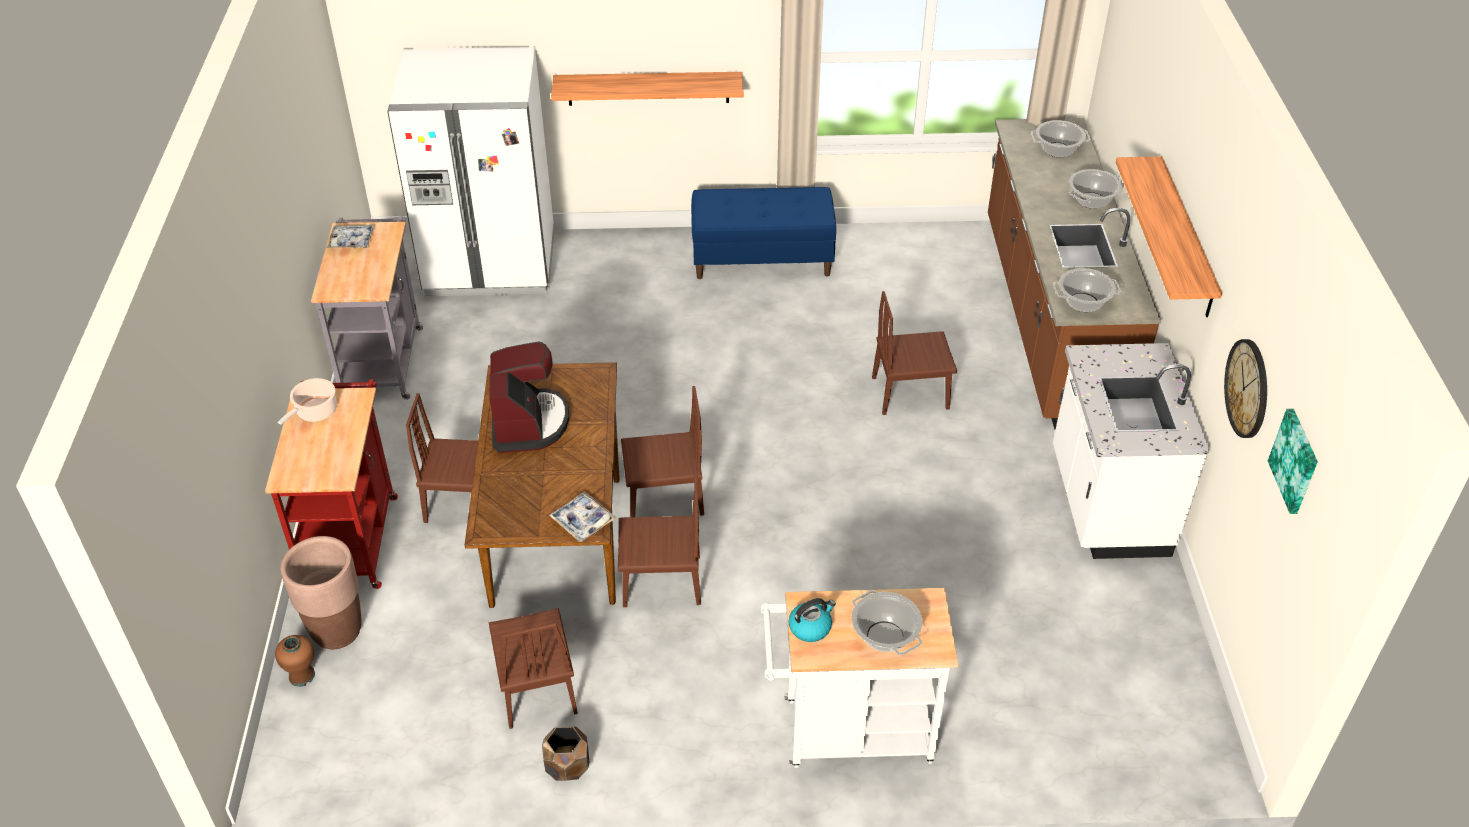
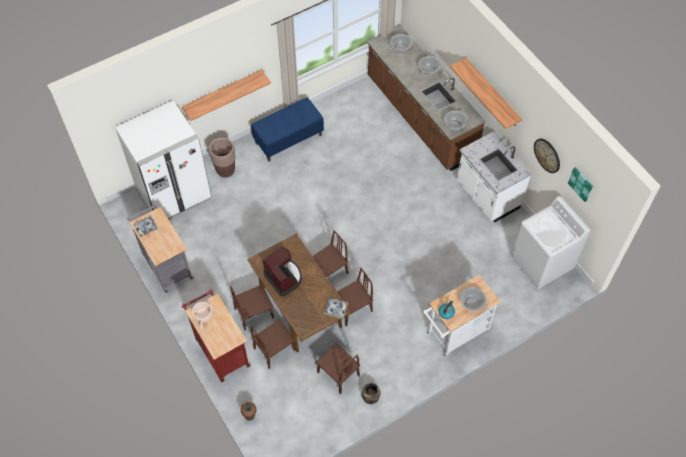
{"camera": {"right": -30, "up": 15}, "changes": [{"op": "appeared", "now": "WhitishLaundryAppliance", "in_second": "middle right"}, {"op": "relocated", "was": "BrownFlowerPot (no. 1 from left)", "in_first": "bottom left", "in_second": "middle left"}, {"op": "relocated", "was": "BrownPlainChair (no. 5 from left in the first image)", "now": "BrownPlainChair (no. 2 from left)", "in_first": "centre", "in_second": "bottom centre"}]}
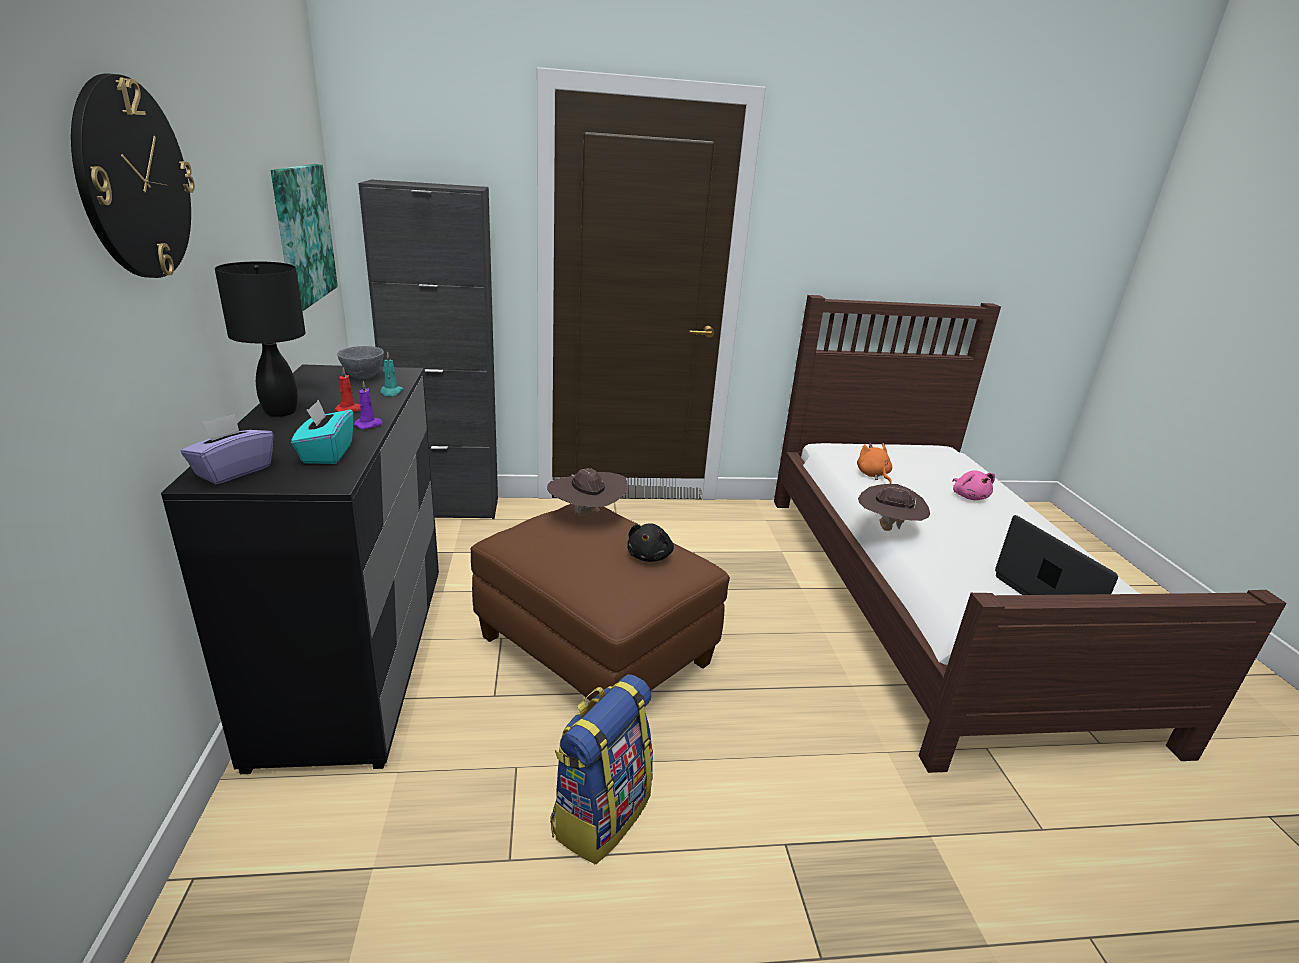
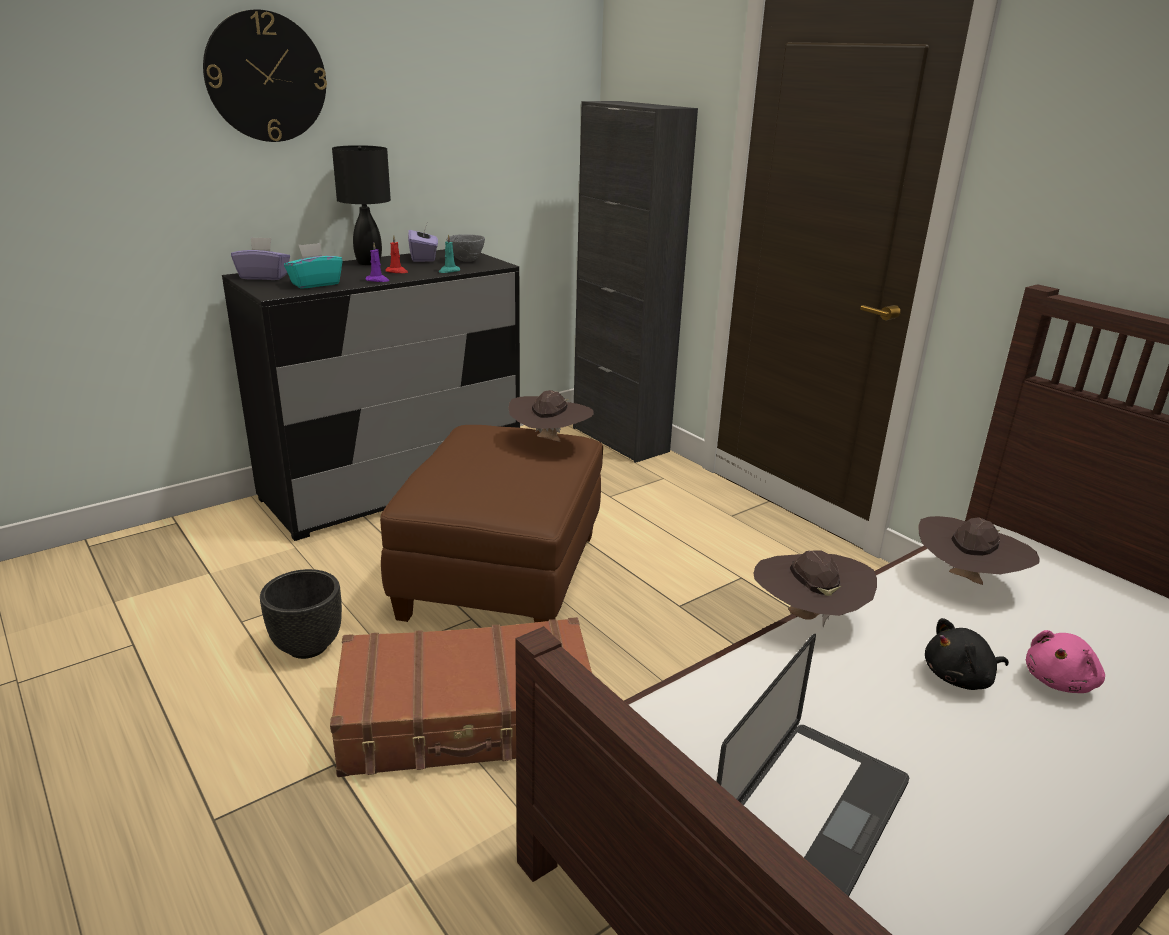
{"camera": {"right": 60, "up": 0}, "changes": [{"op": "missing", "was": "Picture", "in_first": "top left"}, {"op": "appeared", "now": "BrownSuitcase", "in_second": "bottom centre"}, {"op": "appeared", "now": "PurplishTissueHolder (no. 2 from left)", "in_second": "top centre"}, {"op": "relocated", "was": "BlackColouredSoftToy", "in_first": "centre", "in_second": "bottom right"}, {"op": "exchanged", "was": "Rucksack", "now": "BlackColouredFlowerPot", "in_first": "bottom centre", "in_second": "middle left"}, {"op": "exchanged", "was": "OrangeySoftToy", "now": "BrownWearableHat (no. 3 from left)", "in_first": "middle right", "in_second": "middle right"}]}
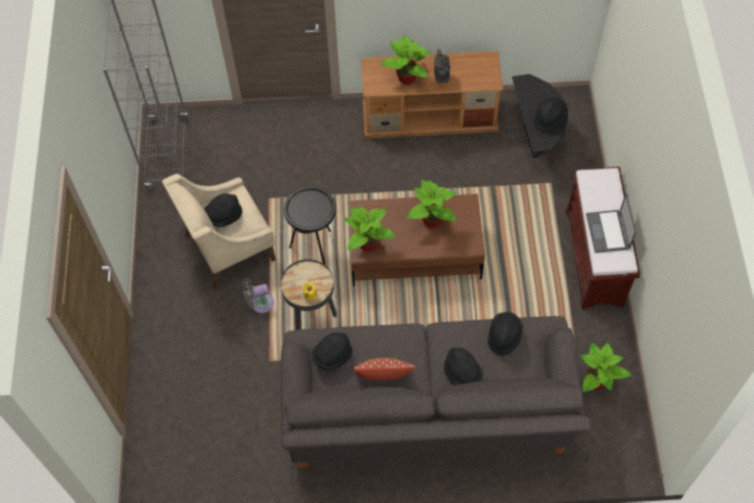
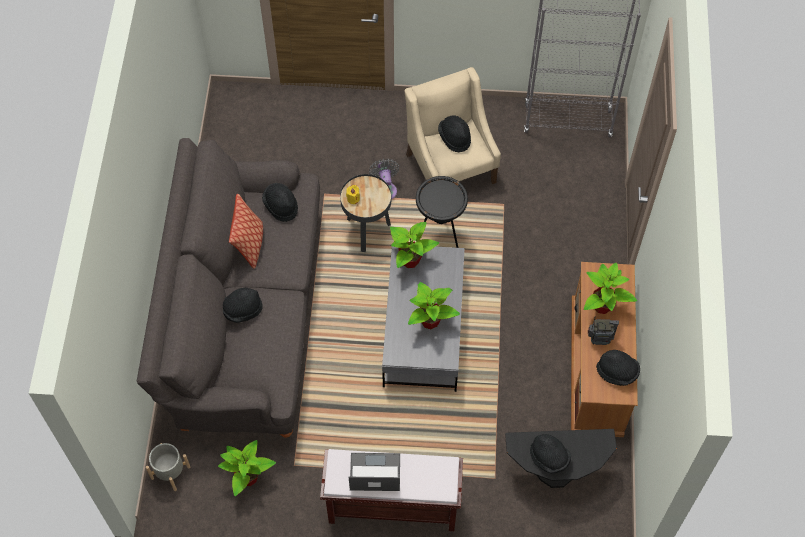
{"camera": {"right": 95, "up": 0}, "changes": [{"op": "appeared", "now": "GrayFlowerPot", "in_second": "bottom left"}, {"op": "relocated", "was": "BlackColouredWearableHat (no. 4 from left in the first image)", "now": "BlackColouredWearableHat (no. 5 from left)", "in_first": "middle right", "in_second": "bottom right"}, {"op": "colour", "was": "BrownLoungeTable", "now": "GrayLoungeTable", "in_first": "centre", "in_second": "centre"}]}
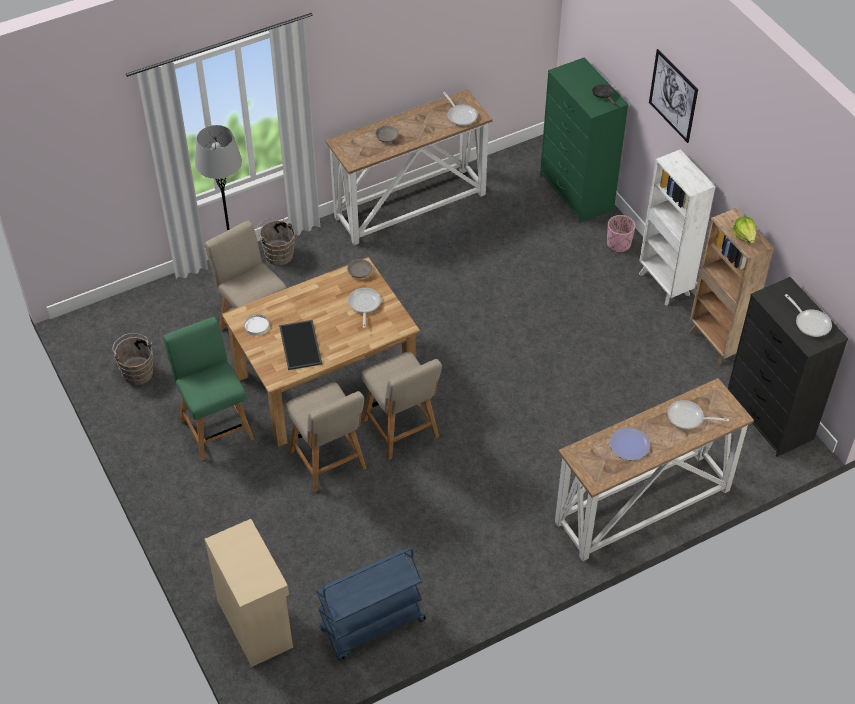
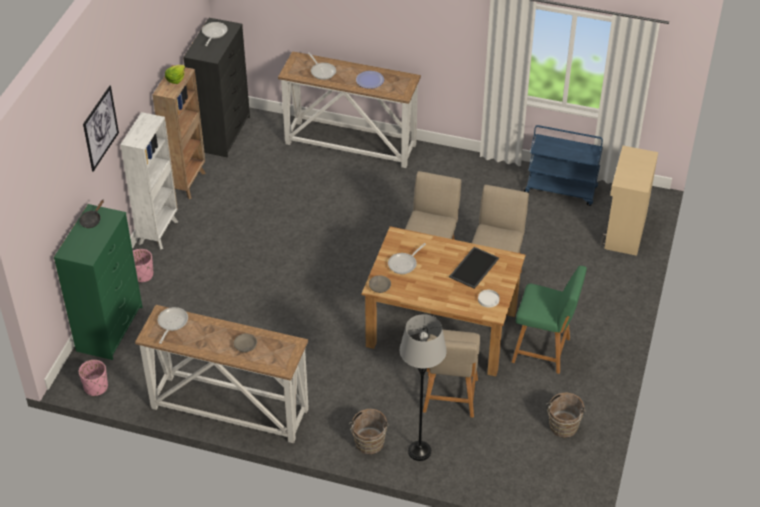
{"camera": {"right": -135, "up": -5}, "changes": [{"op": "appeared", "now": "PinkishFlowerPot (no. 1 from left)", "in_second": "bottom left"}, {"op": "spun", "was": "GreenishPlainChair", "in_first": "middle left", "in_second": "middle right", "clockwise": -90}]}
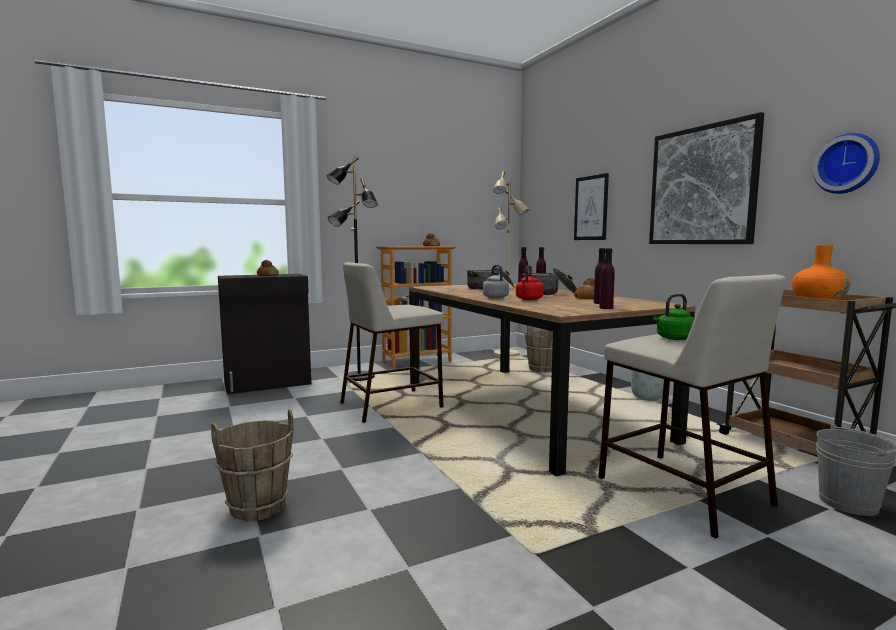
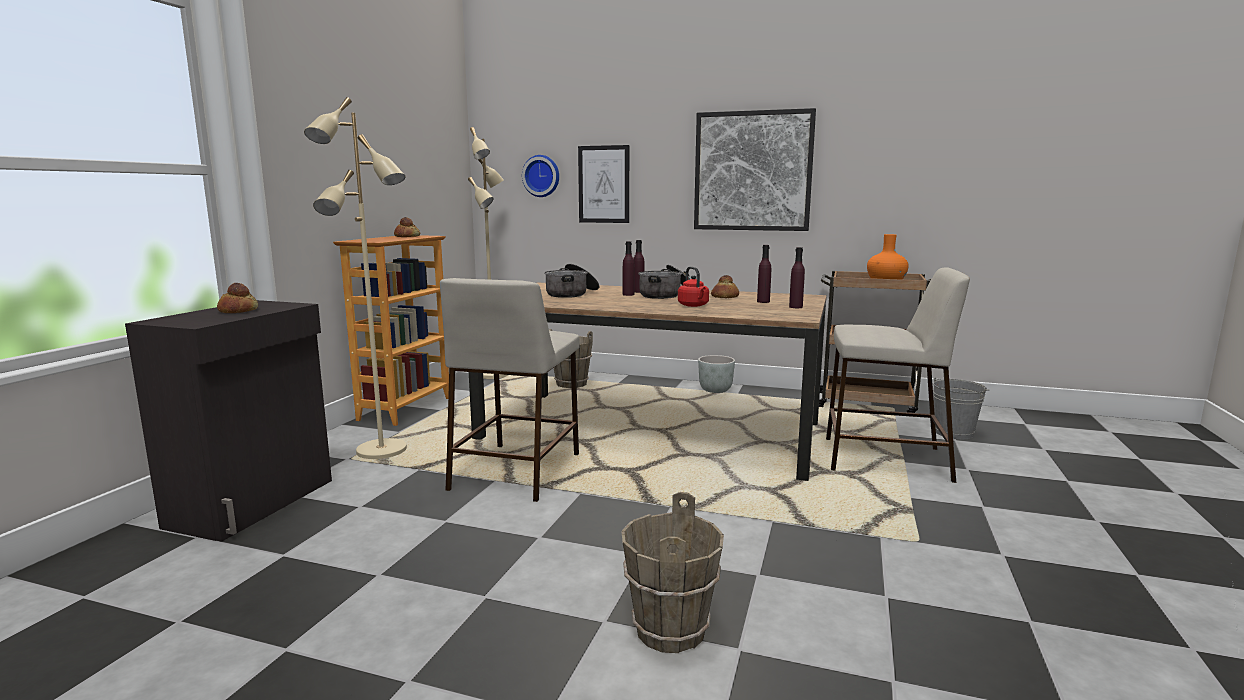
{"camera": {"right": -45, "up": 5}, "changes": [{"op": "missing", "was": "GrayKettle", "in_first": "centre"}, {"op": "missing", "was": "GreenishKettle", "in_first": "middle right"}, {"op": "relocated", "was": "ClockOnTheWall", "in_first": "top right", "in_second": "top centre"}, {"op": "colour", "was": "BlackColouredStandingLamp", "now": "SandColouredStandingLamp (no. 1 from left)", "in_first": "centre", "in_second": "middle left"}]}
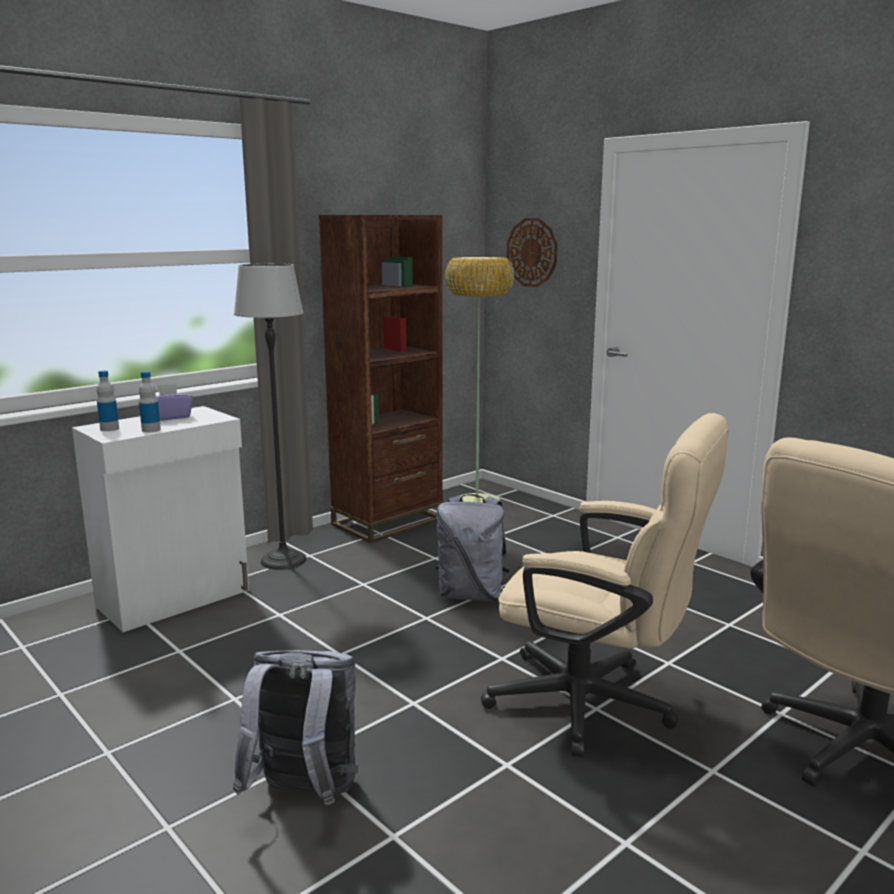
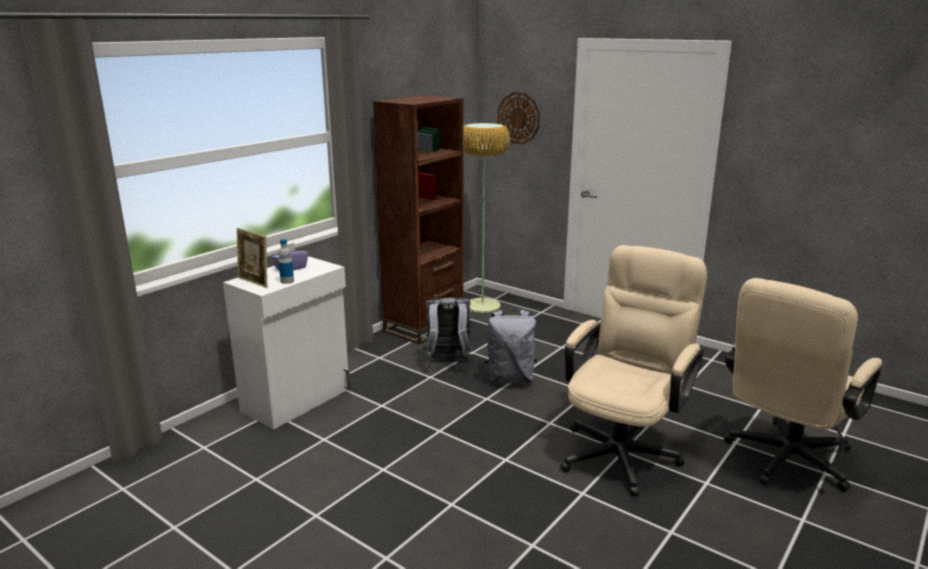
{"camera": {"right": -10, "up": 5}, "changes": [{"op": "missing", "was": "StandingLamp (no. 1 from left)", "in_first": "middle left"}, {"op": "relocated", "was": "GrayRucksack (no. 1 from left)", "in_first": "bottom left", "in_second": "centre"}, {"op": "exchanged", "was": "DrinkBottle (no. 1 from left)", "now": "PictureFrame", "in_first": "middle left", "in_second": "middle left"}, {"op": "spun", "was": "SandColouredComputerChair (no. 1 from left)", "in_first": "middle right", "in_second": "middle right", "clockwise": -75}]}
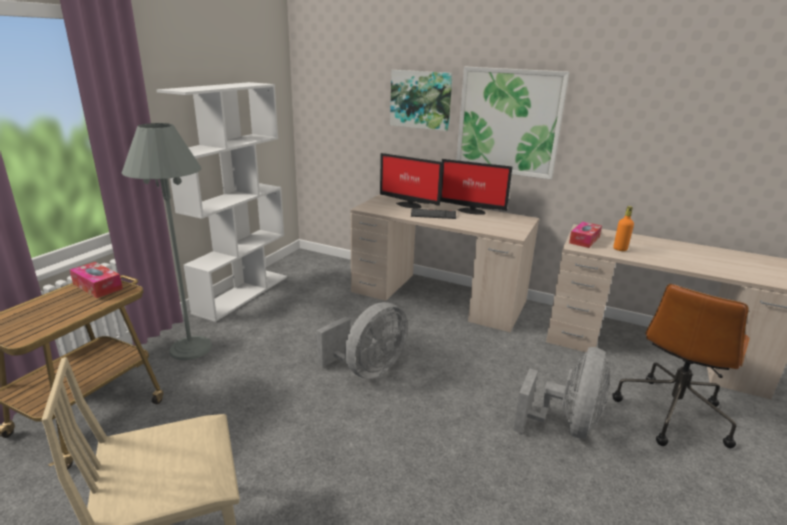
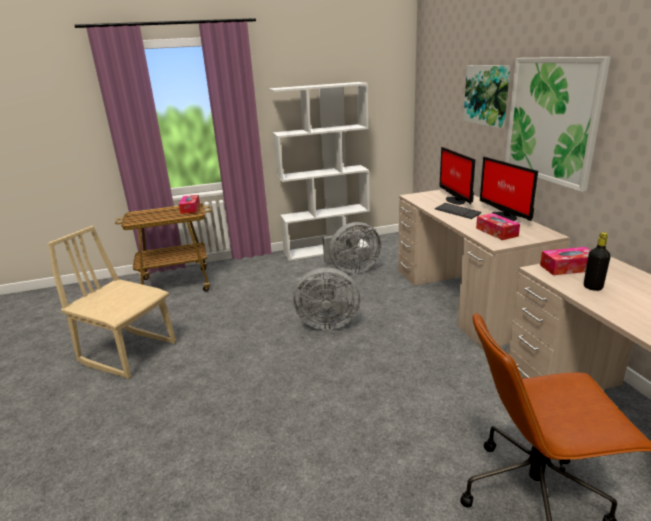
{"camera": {"right": 50, "up": 0}, "changes": [{"op": "missing", "was": "GrayStandingLamp", "in_first": "middle left"}, {"op": "appeared", "now": "TissueHolder (no. 2 from left)", "in_second": "middle right"}, {"op": "relocated", "was": "GrayCoolingFan (no. 2 from left)", "in_first": "bottom right", "in_second": "centre"}, {"op": "colour", "was": "OrangeyDrinkBottle", "now": "BlackColouredDrinkBottle", "in_first": "middle right", "in_second": "middle right"}]}
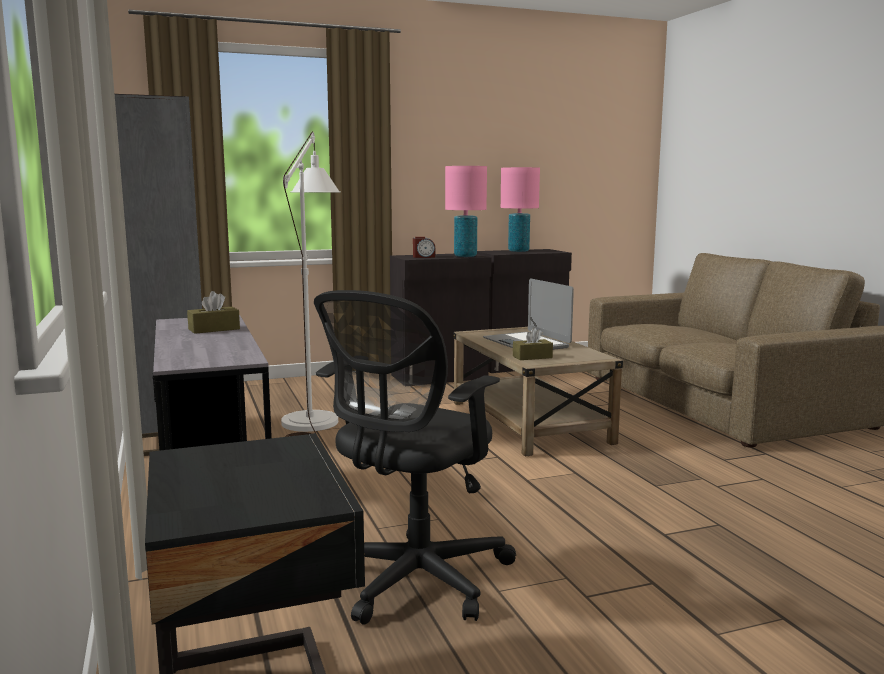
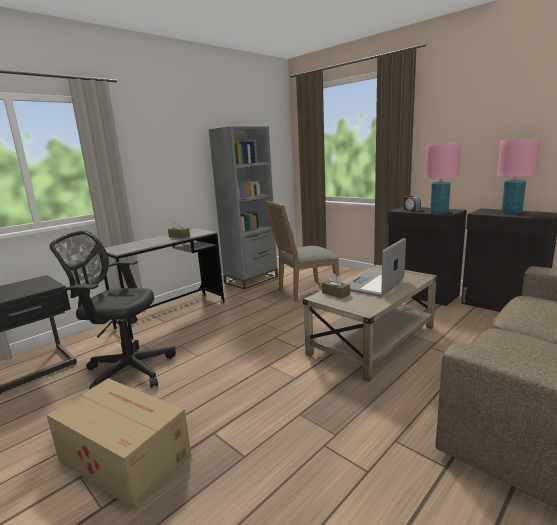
{"camera": {"right": 65, "up": 5}, "changes": [{"op": "appeared", "now": "PackingBox", "in_second": "bottom left"}, {"op": "exchanged", "was": "WhitishStandingLamp", "now": "GrayPlainChair", "in_first": "centre", "in_second": "centre"}]}
